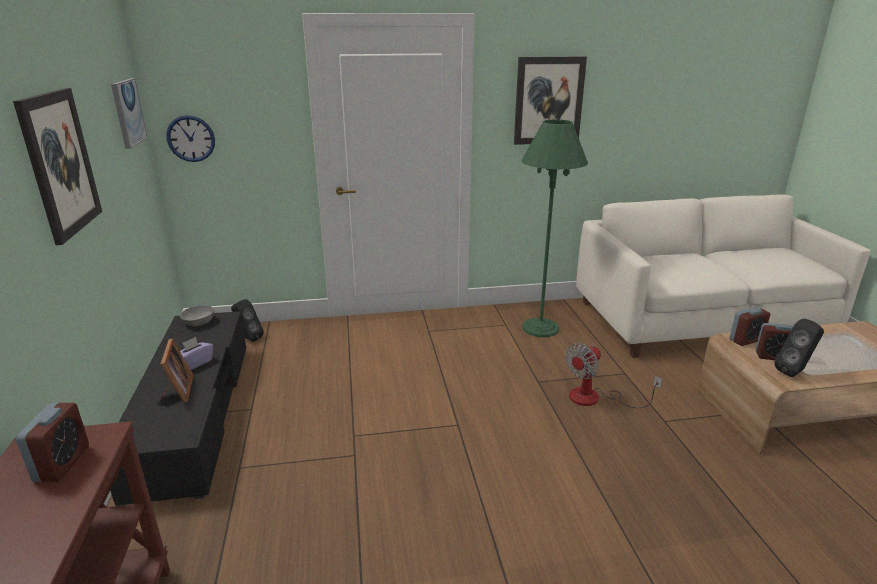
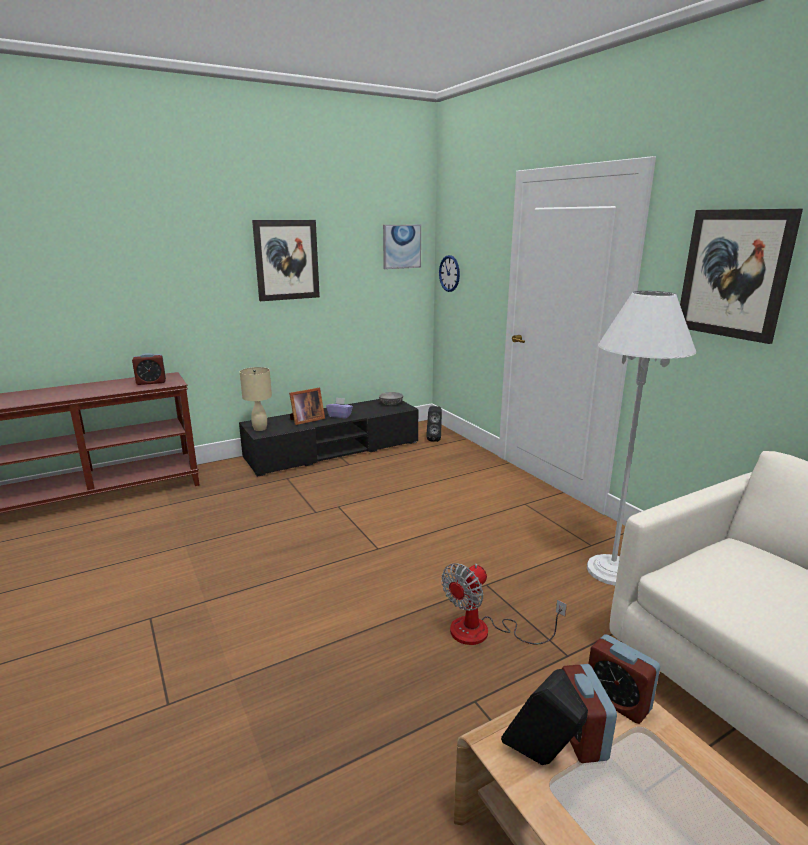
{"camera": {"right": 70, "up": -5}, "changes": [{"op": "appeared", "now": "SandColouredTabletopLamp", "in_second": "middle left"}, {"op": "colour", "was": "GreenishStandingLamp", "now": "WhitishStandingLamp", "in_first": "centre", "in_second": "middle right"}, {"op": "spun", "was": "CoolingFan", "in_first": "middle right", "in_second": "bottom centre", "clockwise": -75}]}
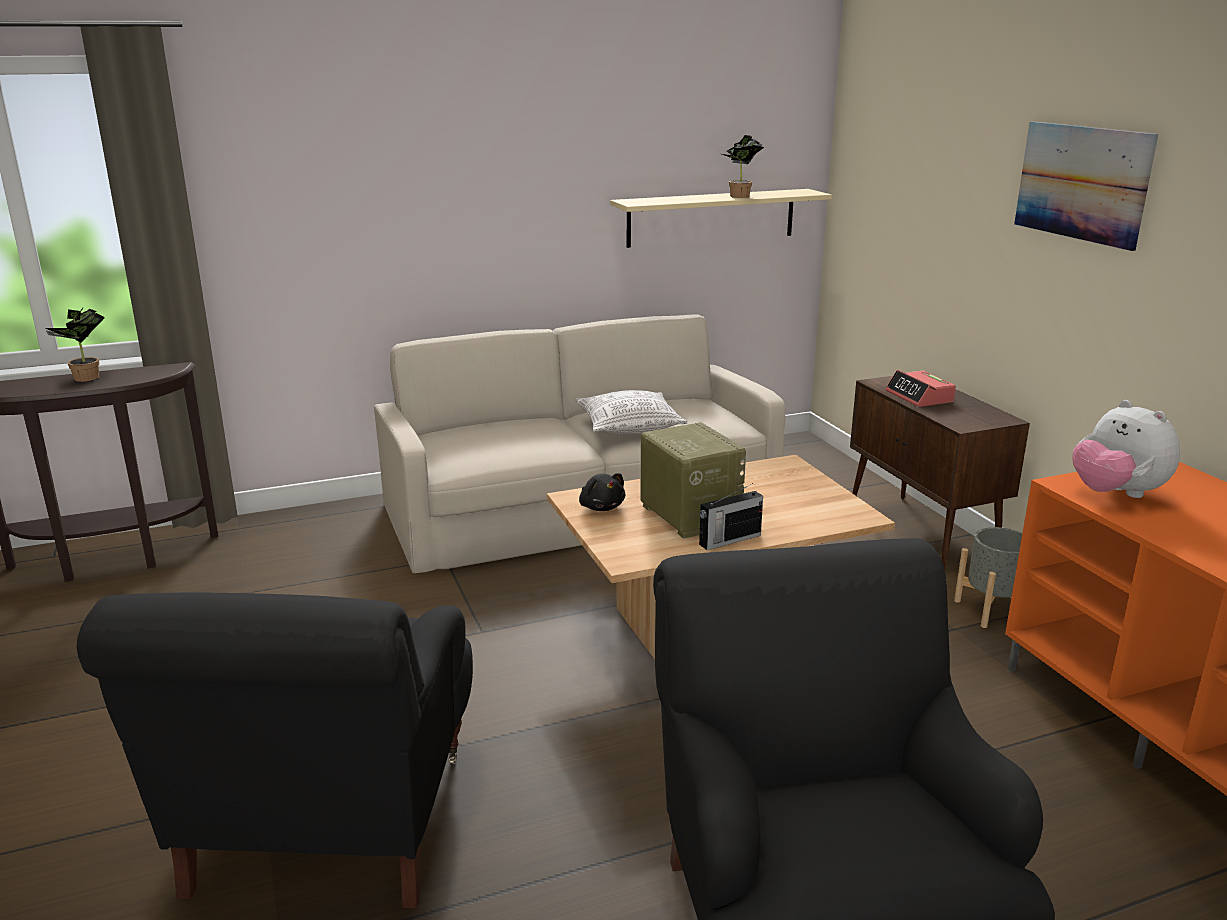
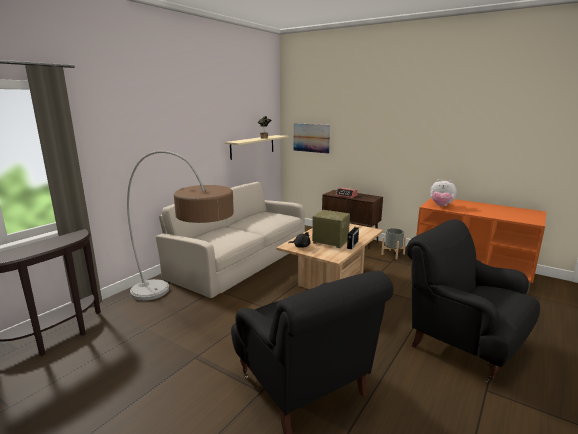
{"camera": {"right": -35, "up": -5}, "changes": [{"op": "missing", "was": "PottedPlant (no. 1 from left)", "in_first": "middle left"}, {"op": "missing", "was": "Cushion", "in_first": "centre"}, {"op": "appeared", "now": "StandingLamp", "in_second": "middle left"}, {"op": "relocated", "was": "Picture", "in_first": "top right", "in_second": "top centre"}]}
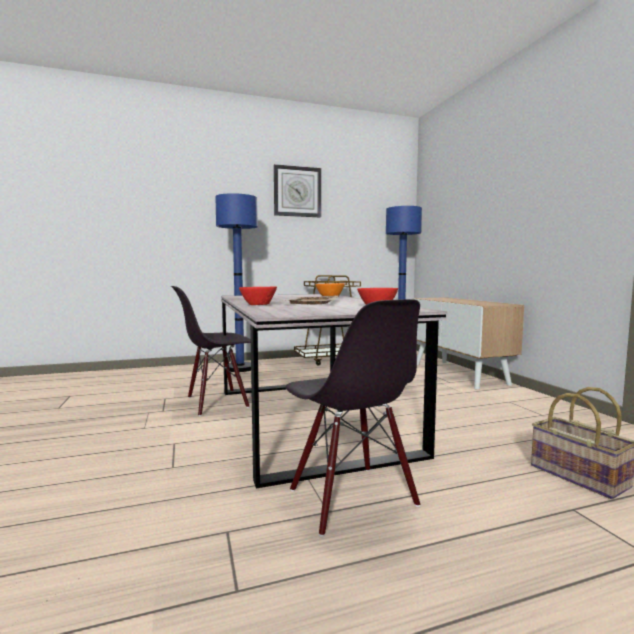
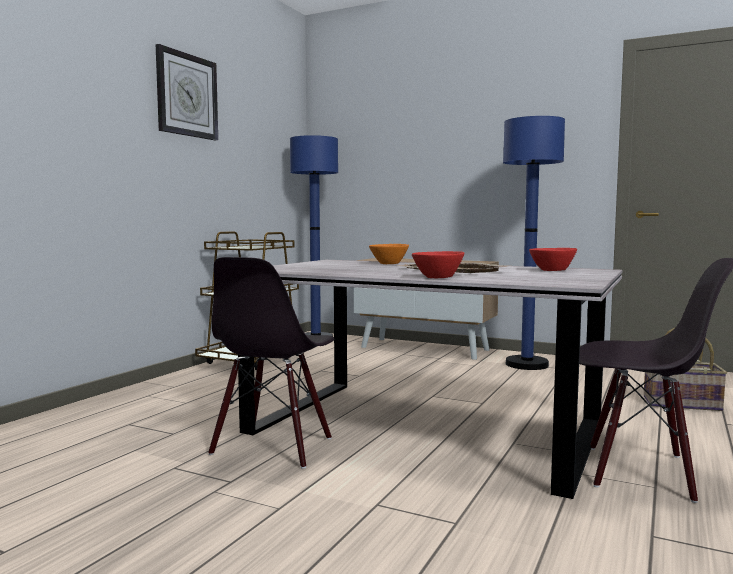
{"camera": {"right": -45, "up": 0}, "changes": [{"op": "relocated", "was": "BlueColouredStandingLamp (no. 1 from left in the first image)", "now": "BlueColouredStandingLamp (no. 2 from left)", "in_first": "centre", "in_second": "middle right"}]}
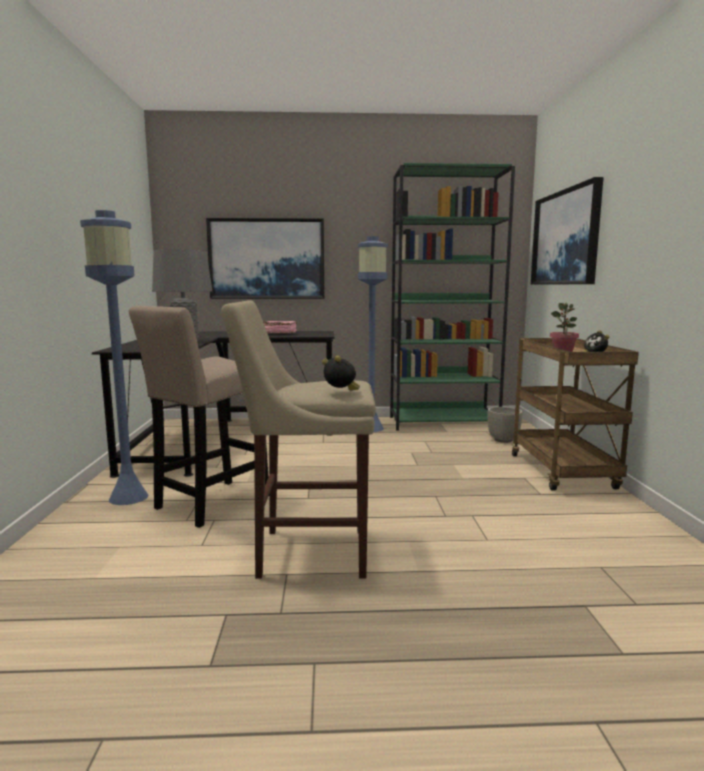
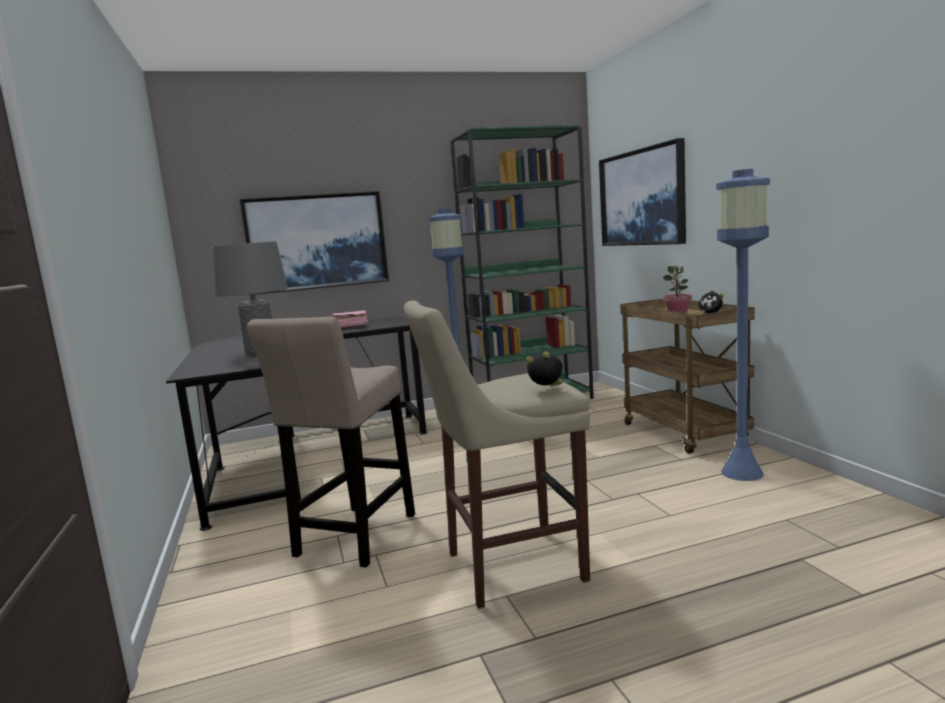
{"camera": {"right": -15, "up": 0}, "changes": [{"op": "missing", "was": "GrayFlowerPot", "in_first": "middle right"}, {"op": "relocated", "was": "BlueColouredStandingLamp (no. 1 from left in the first image)", "now": "BlueColouredStandingLamp (no. 2 from left)", "in_first": "middle left", "in_second": "middle right"}]}
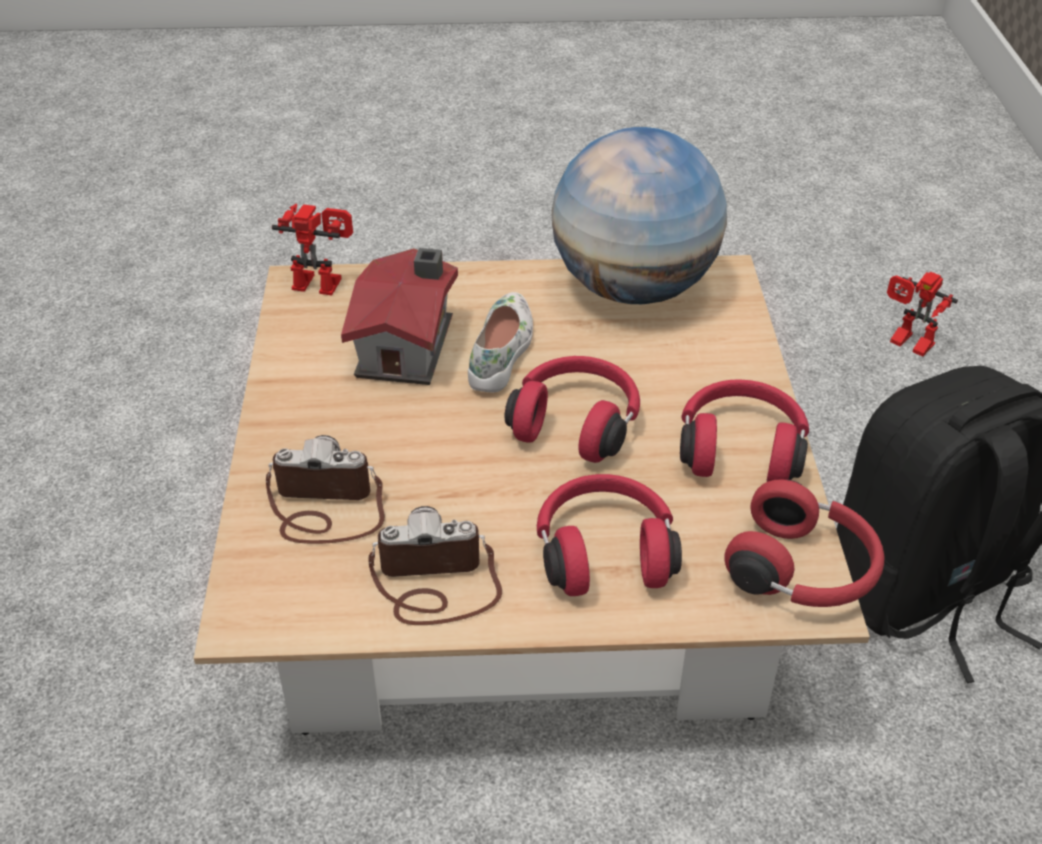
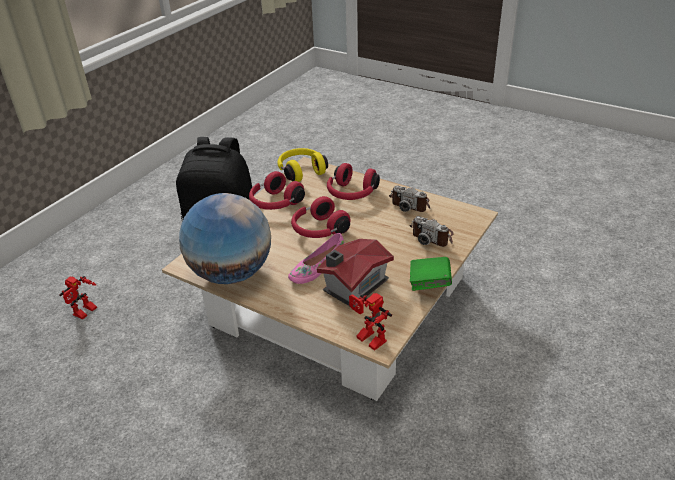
{"camera": {"right": -145, "up": -5}, "changes": [{"op": "appeared", "now": "GreenishBoundBook", "in_second": "centre"}, {"op": "colour", "was": "WhitishShoe", "now": "PinkishShoe", "in_first": "centre", "in_second": "centre"}, {"op": "colour", "was": "ReddishHeadset (no. 4 from left)", "now": "YellowishHeadset", "in_first": "middle right", "in_second": "centre"}, {"op": "spun", "was": "RobotFigure (no. 2 from left in the first image)", "in_first": "middle right", "in_second": "middle left", "clockwise": 45}]}
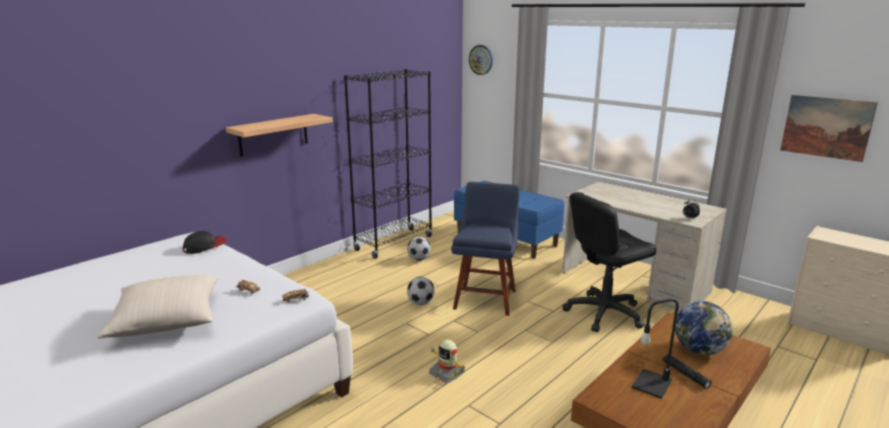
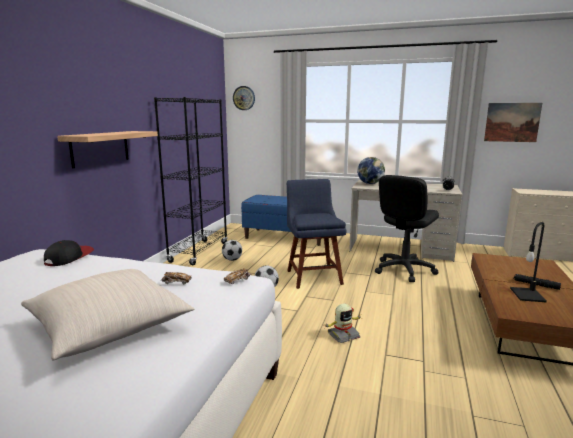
{"camera": {"right": -25, "up": -5}, "changes": [{"op": "relocated", "was": "Globe", "in_first": "bottom right", "in_second": "centre"}, {"op": "spun", "was": "RobotFigure", "in_first": "bottom centre", "in_second": "bottom centre", "clockwise": -45}]}
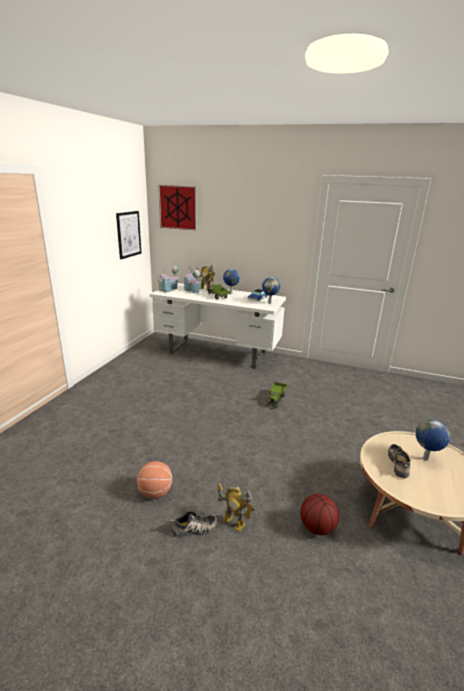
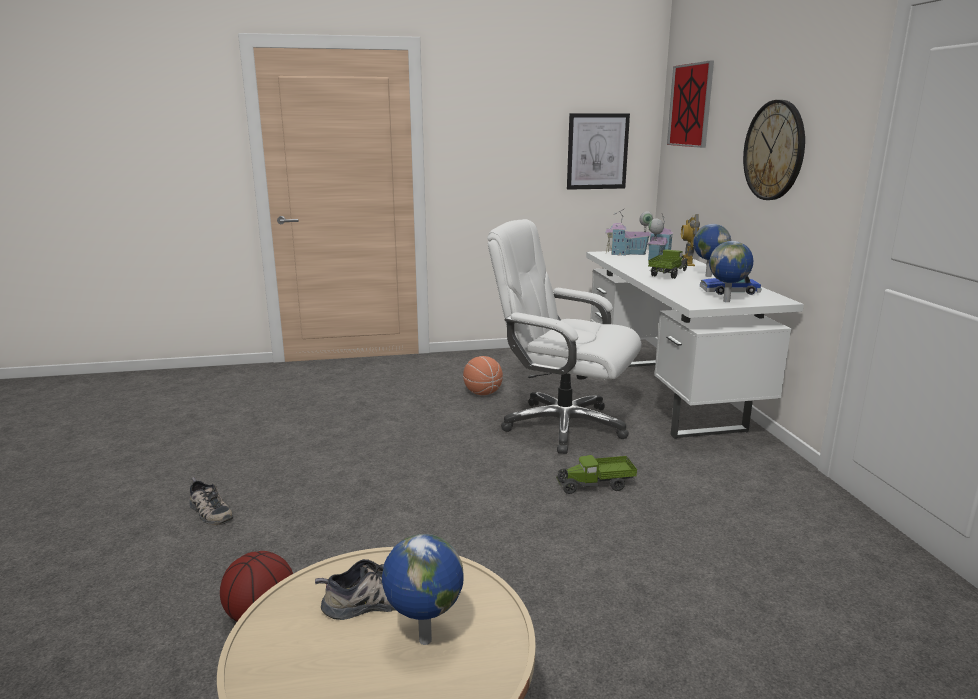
{"camera": {"right": 60, "up": -5}, "changes": [{"op": "missing", "was": "RobotFigure (no. 2 from left)", "in_first": "bottom centre"}, {"op": "appeared", "now": "WhitishComputerChair", "in_second": "centre"}, {"op": "appeared", "now": "ClockOnTheWall", "in_second": "top right"}, {"op": "relocated", "was": "Basketball (no. 1 from left in the first image)", "now": "Basketball (no. 2 from left)", "in_first": "bottom left", "in_second": "centre"}]}
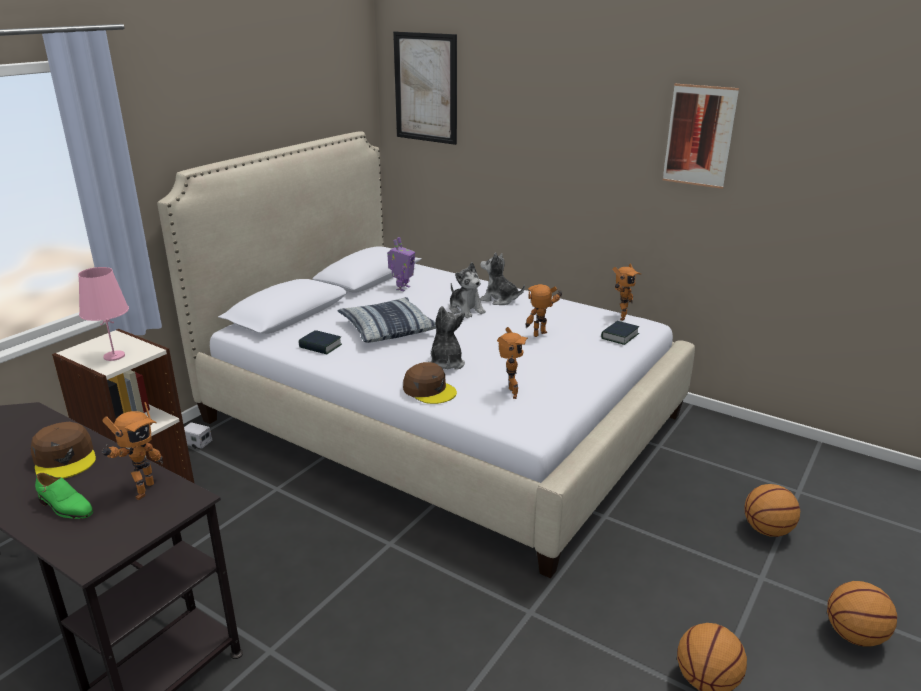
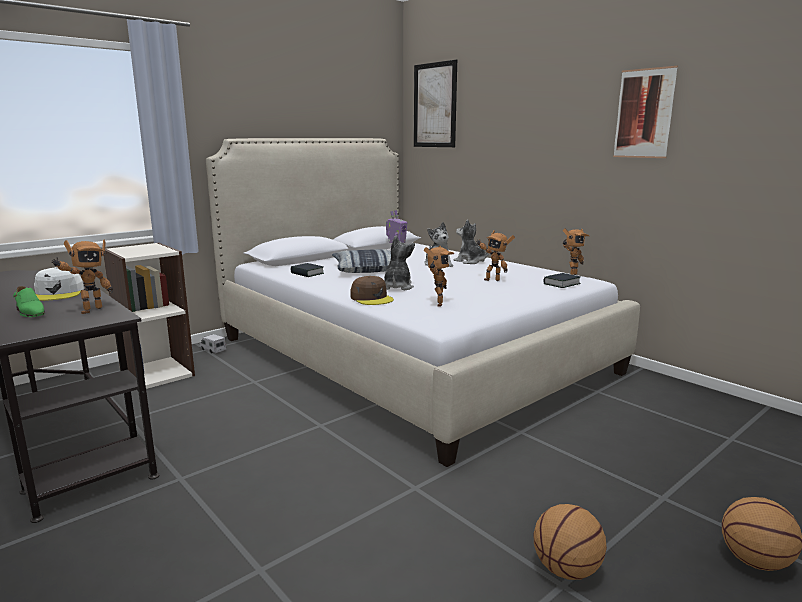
{"camera": {"right": 15, "up": -10}, "changes": [{"op": "missing", "was": "PinkishTabletopLamp", "in_first": "middle left"}, {"op": "missing", "was": "Basketball (no. 2 from left)", "in_first": "bottom right"}, {"op": "colour", "was": "BrownCap (no. 1 from left)", "now": "WhitishCap", "in_first": "middle left", "in_second": "middle left"}, {"op": "spun", "was": "RobotFigure (no. 4 from left)", "in_first": "centre", "in_second": "centre", "clockwise": -135}]}
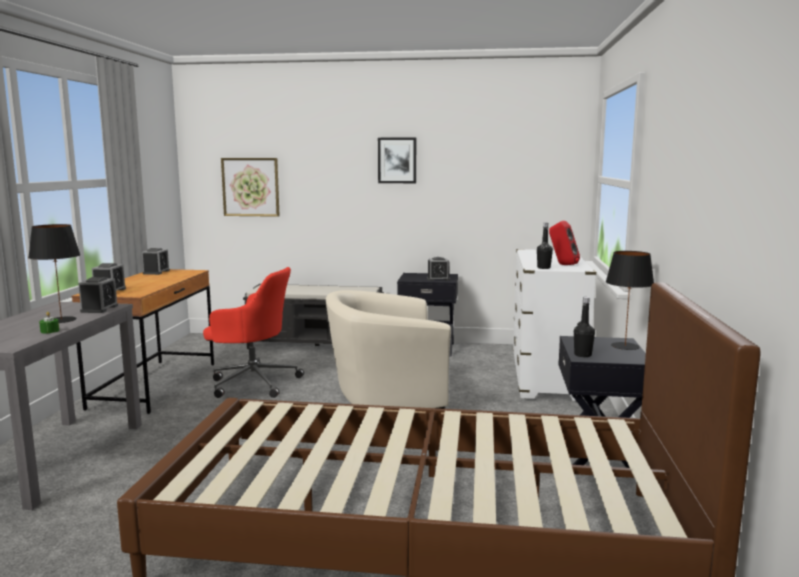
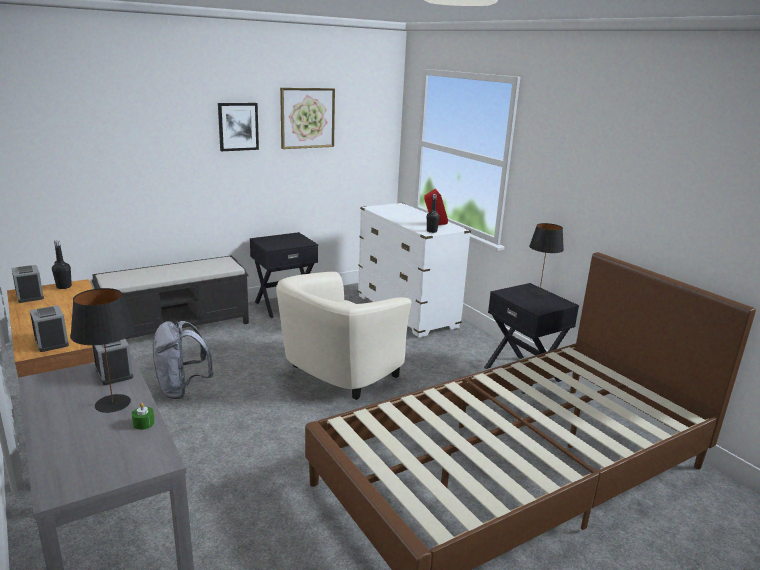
{"camera": {"right": -40, "up": 10}, "changes": [{"op": "missing", "was": "TableClock (no. 4 from left)", "in_first": "centre"}, {"op": "relocated", "was": "Picture (no. 1 from left in the first image)", "now": "Picture (no. 2 from left)", "in_first": "top left", "in_second": "top centre"}, {"op": "relocated", "was": "BlackColouredDrinkBottle (no. 2 from left in the first image)", "now": "BlackColouredDrinkBottle (no. 1 from left)", "in_first": "middle right", "in_second": "middle left"}, {"op": "exchanged", "was": "ReddishComputerChair", "now": "GrayRucksack", "in_first": "middle left", "in_second": "middle left"}]}
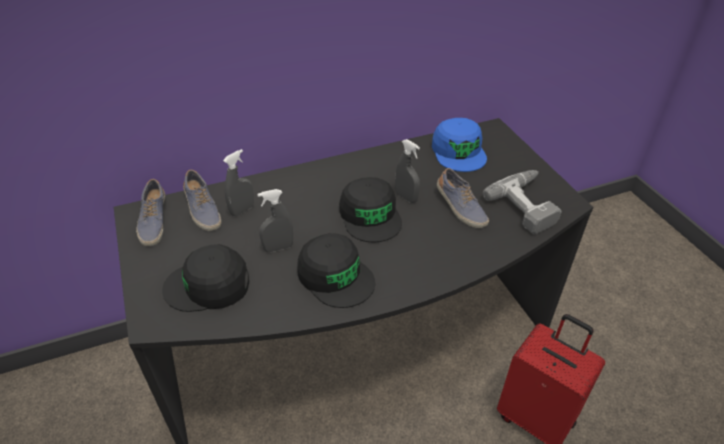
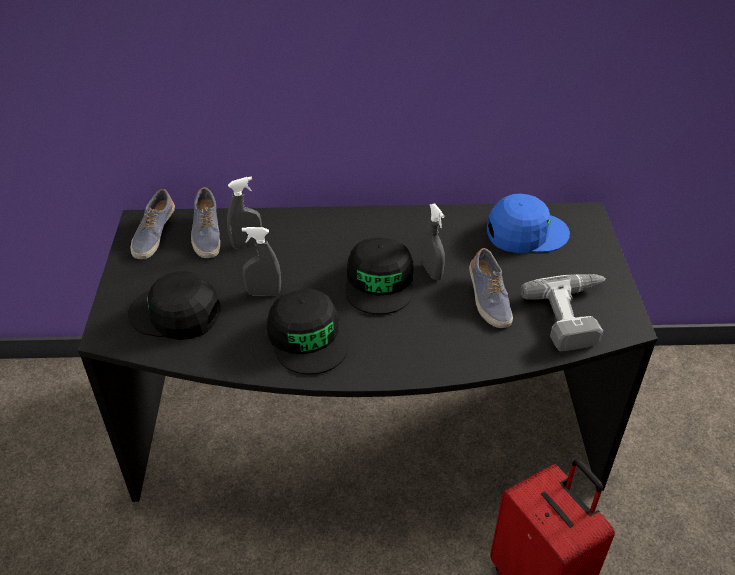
{"camera": {"right": 20, "up": 0}, "changes": [{"op": "spun", "was": "BlueColouredCap", "in_first": "top centre", "in_second": "middle right", "clockwise": -105}]}
